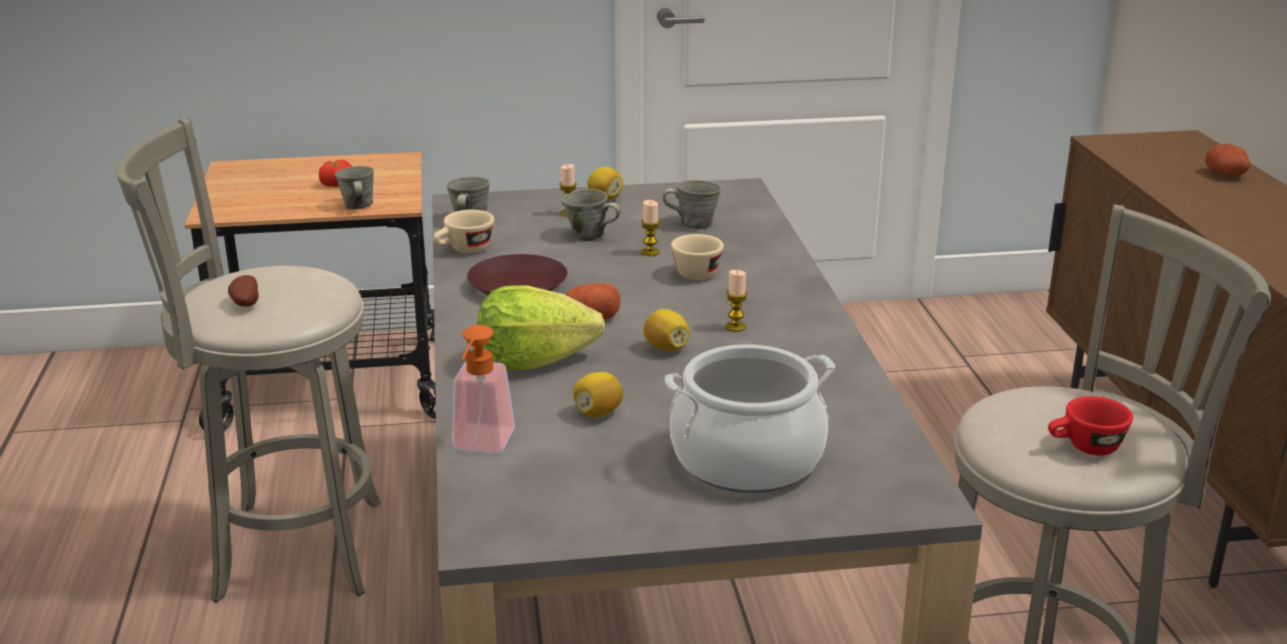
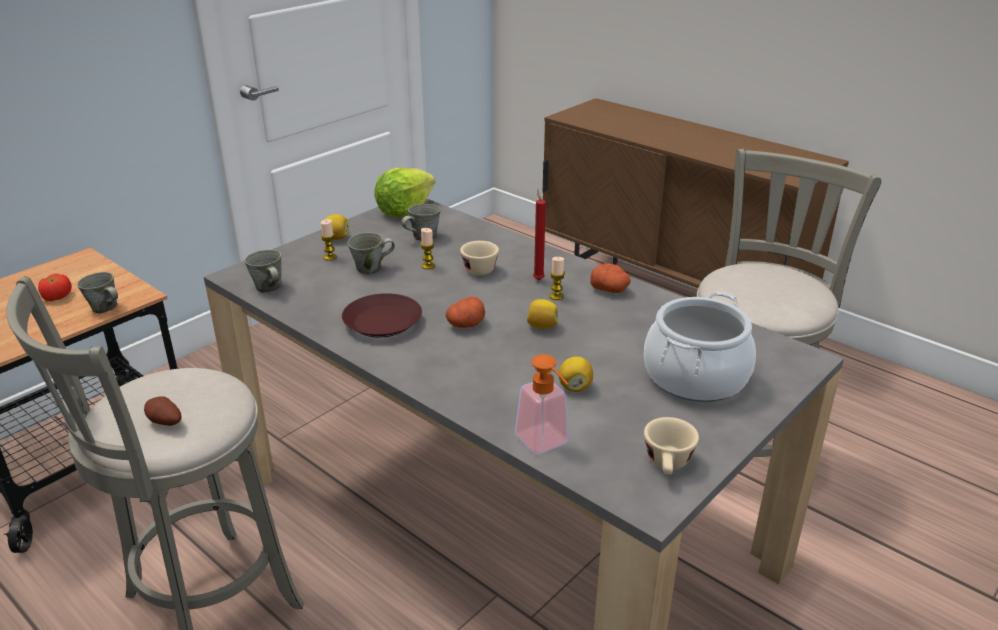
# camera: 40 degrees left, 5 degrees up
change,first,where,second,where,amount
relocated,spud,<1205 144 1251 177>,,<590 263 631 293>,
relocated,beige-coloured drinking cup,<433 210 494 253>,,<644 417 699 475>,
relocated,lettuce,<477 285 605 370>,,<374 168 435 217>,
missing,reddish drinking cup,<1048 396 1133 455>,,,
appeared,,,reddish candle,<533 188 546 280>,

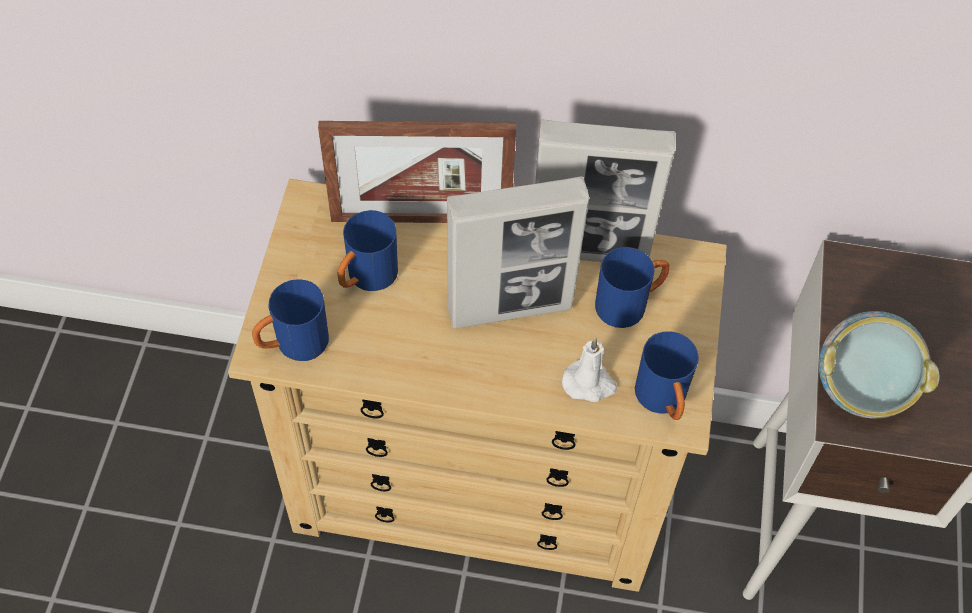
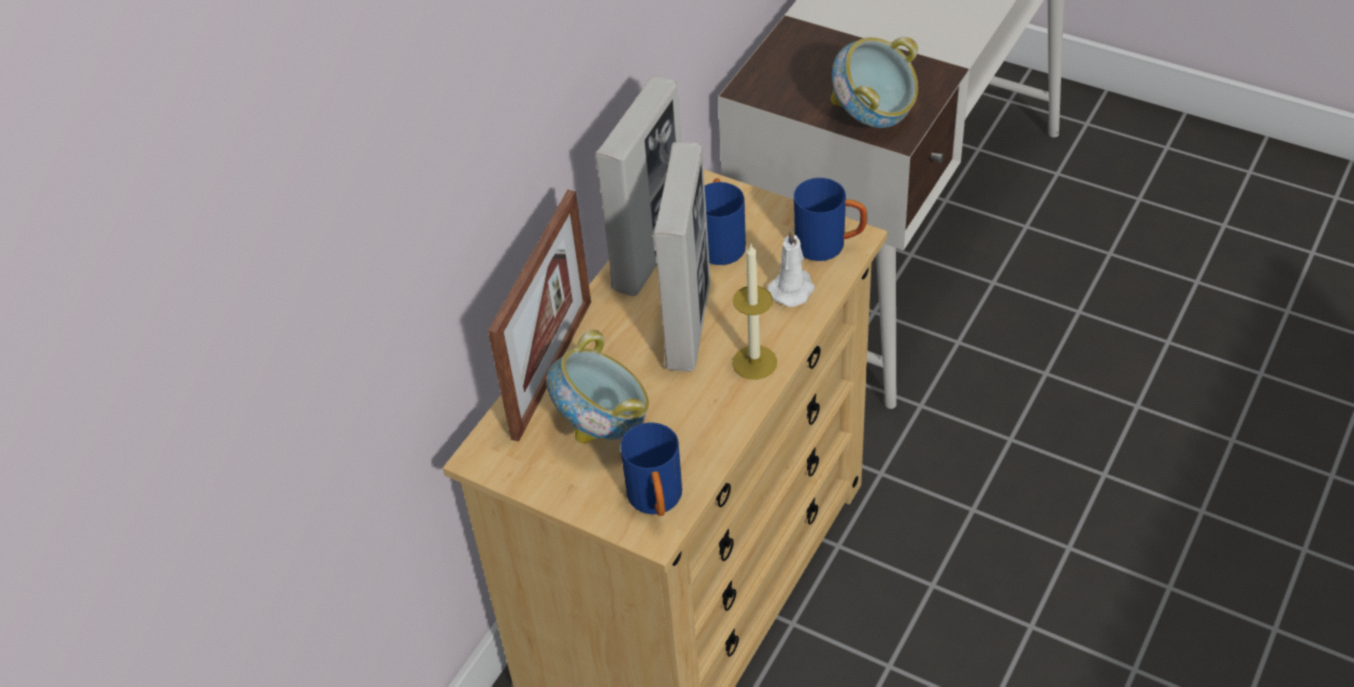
# camera: 65 degrees left, 10 degrees down
change,first,where,second,where,amount
exchanged,bluish tea mug,<338 210 398 291>,bowl,<546 330 649 444>,
appeared,,,candle,<732 244 777 380>,

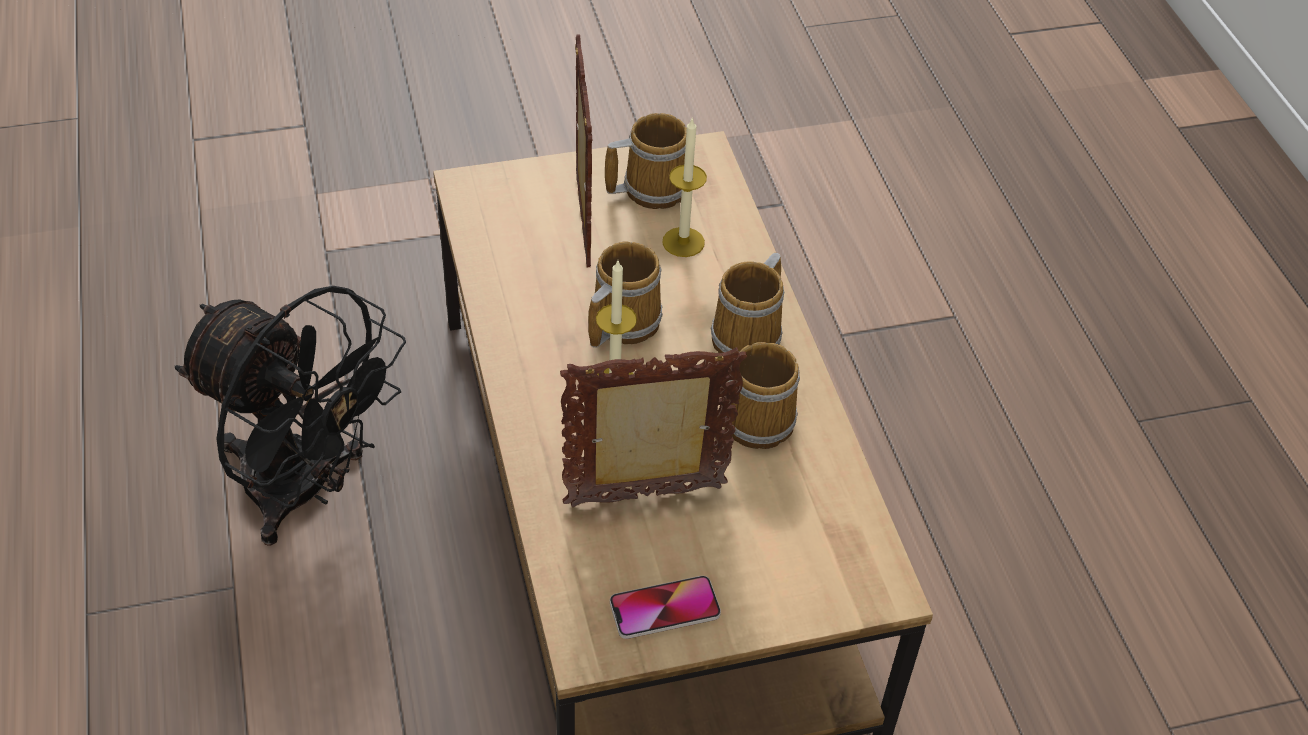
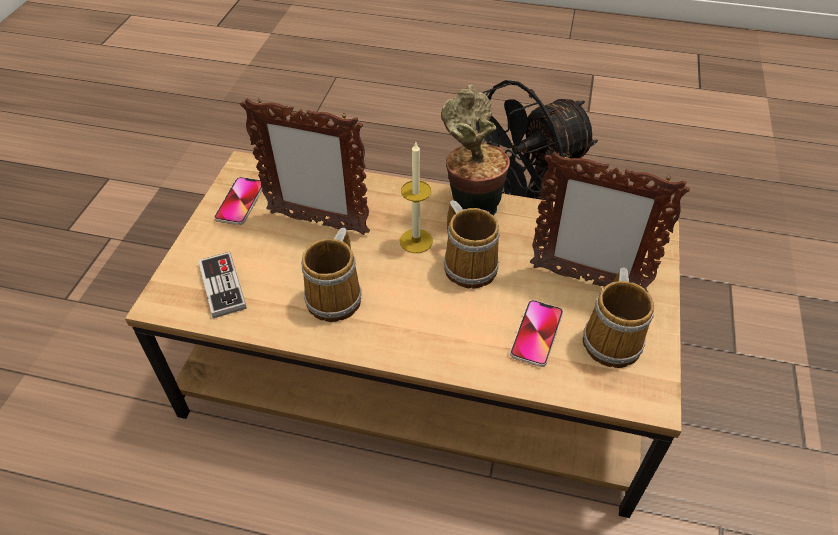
# camera: 120 degrees right, 0 degrees up
change,first,where,second,where,amount
exchanged,candle,<662 119 707 257>,handset,<510 300 563 367>,
missing,tea mug,<710 253 784 353>,,,
spun,standing frame,<560 347 747 507>,,<240 98 370 235>,90 degrees clockwise
appeared,,,houseplant,<441 84 510 216>,
appeared,,,gamepad,<198 252 247 318>,

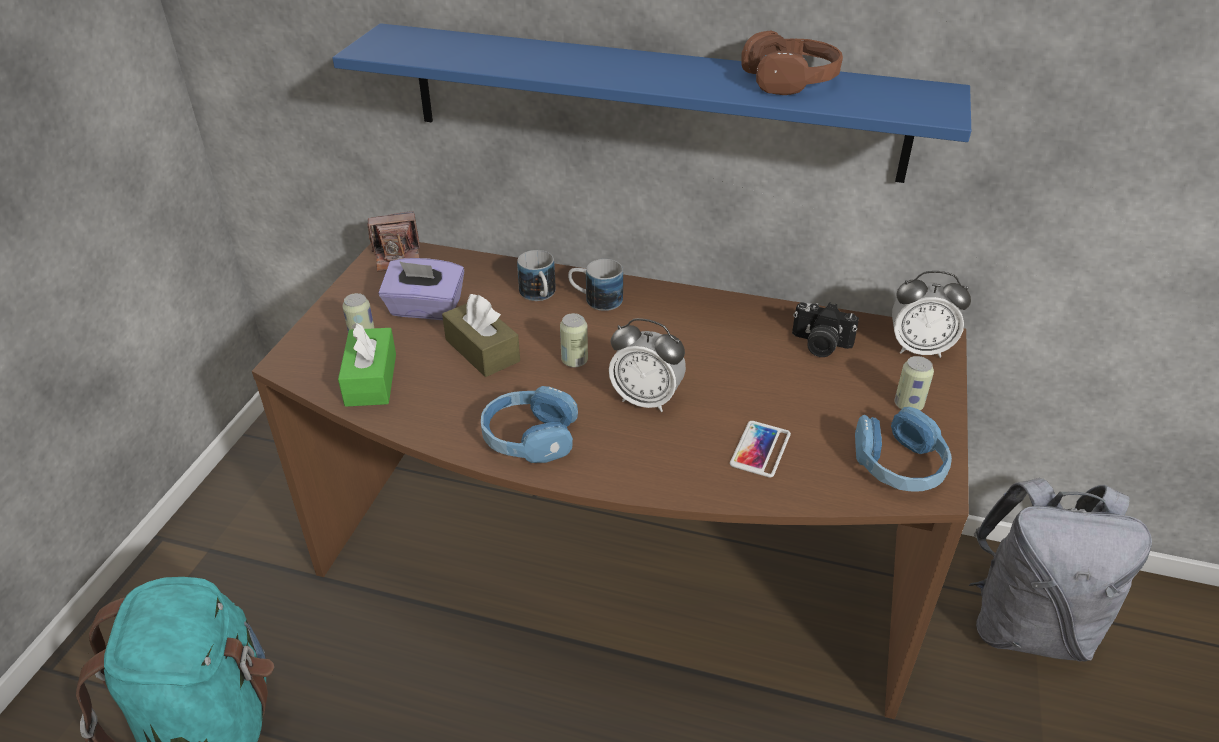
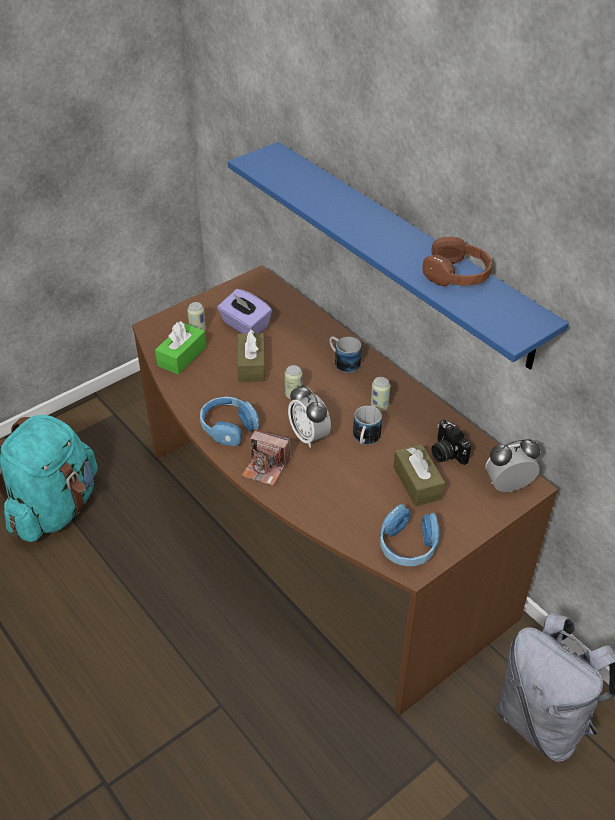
# camera: 35 degrees right, 5 degrees up
change,first,where,second,where,amount
relocated,photo camera,<367 211 420 272>,,<241 431 291 486>,
relocated,tea mug,<517 250 556 301>,,<353 406 382 445>,
spun,bedside clock,<892 271 971 358>,,<486 439 540 492>,120 degrees clockwise
relocated,metal can,<894 356 934 410>,,<371 377 390 411>,
missing,handset,<730 421 791 478>,,,
appeared,,,brown tissue box,<393 444 445 506>,

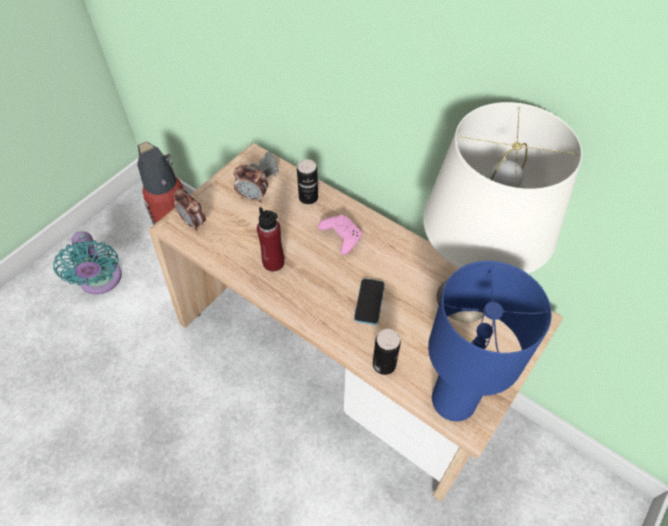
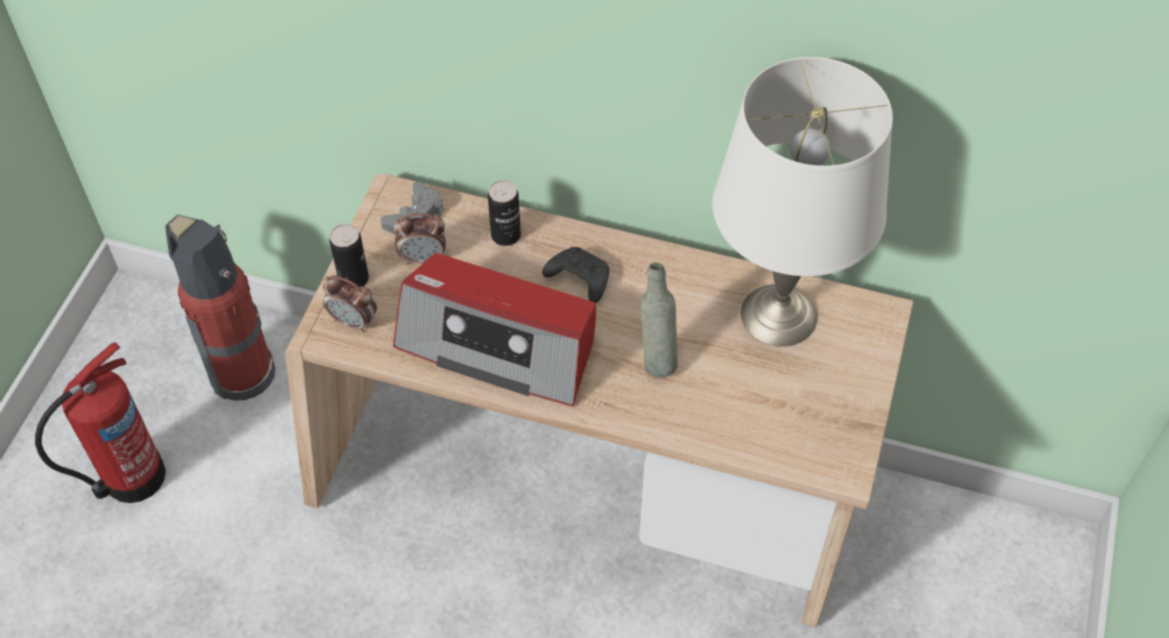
# camera: 20 degrees left, 0 degrees up
change,first,where,second,where,amount
exchanged,reddish drink bottle,<257 207 284 271>,radio set,<393 253 596 406>,
colour,pinkish gamepad,<318 215 362 255>,black-coloured gamepad,<542 247 609 303>,
exchanged,blue-green cooling fan,<53 231 122 295>,fire-fighting cylinder,<35 342 166 503>,
missing,bluish table lamp,<428 261 552 421>,,,
exchanged,handset,<354 278 385 325>,greyish drink bottle,<640 262 678 377>,
relocated,metal can,<373 329 401 375>,,<329 224 369 286>,

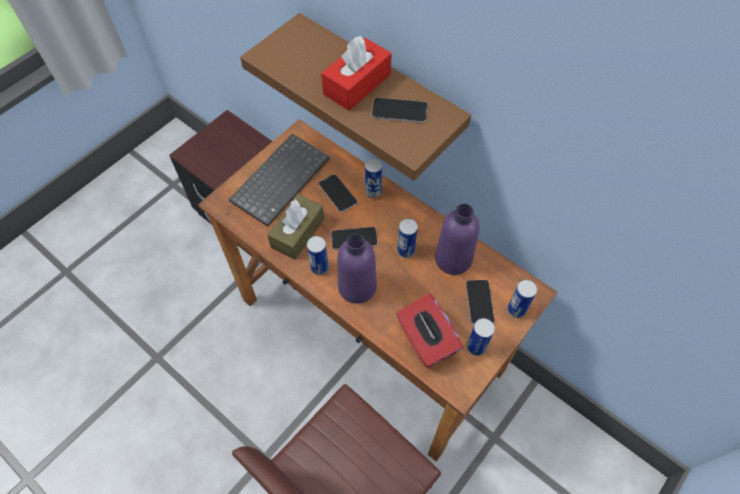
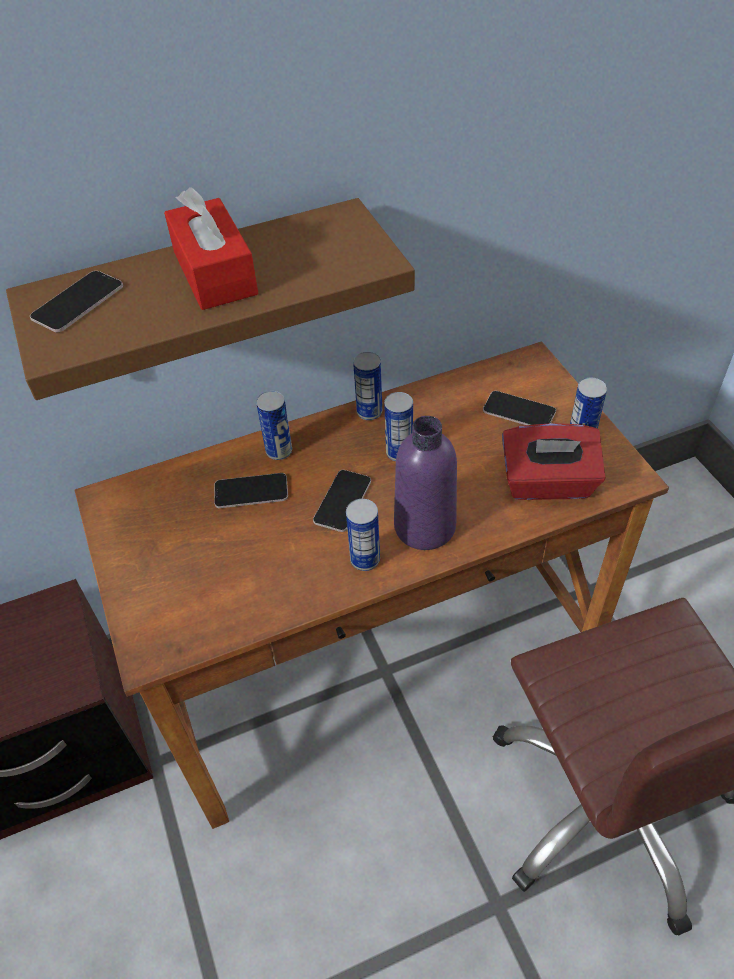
# camera: 60 degrees left, 10 degrees down
change,first,where,second,where,amount
relocated,handset,<371 97 428 123>,,<30 271 123 332>,
missing,computer keyboard,<229 133 329 227>,,,
missing,brown tissue box,<267 194 324 260>,,,
missing,purplish drink bottle,<435 204 480 275>,,,
relocated,metal can,<508 280 537 318>,,<353 352 382 420>,

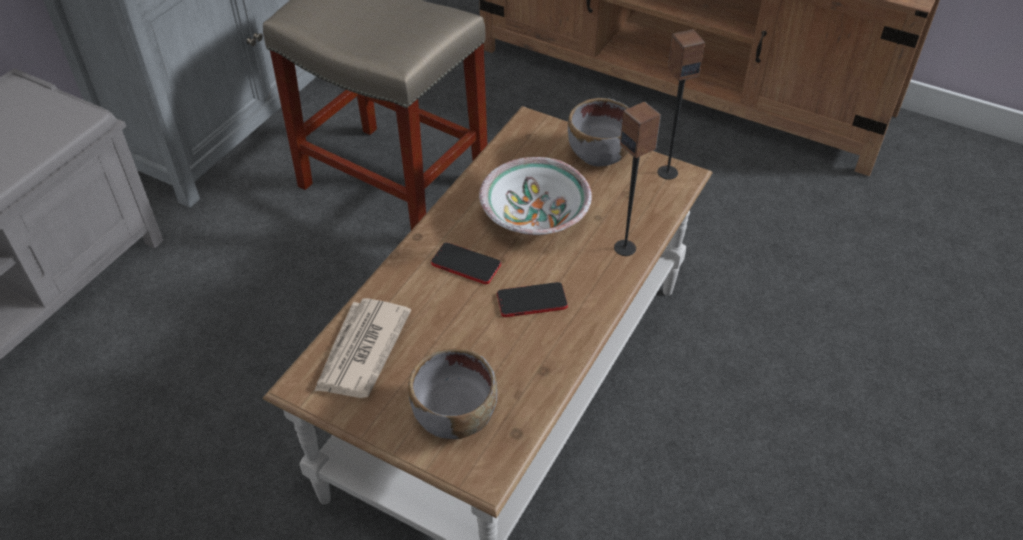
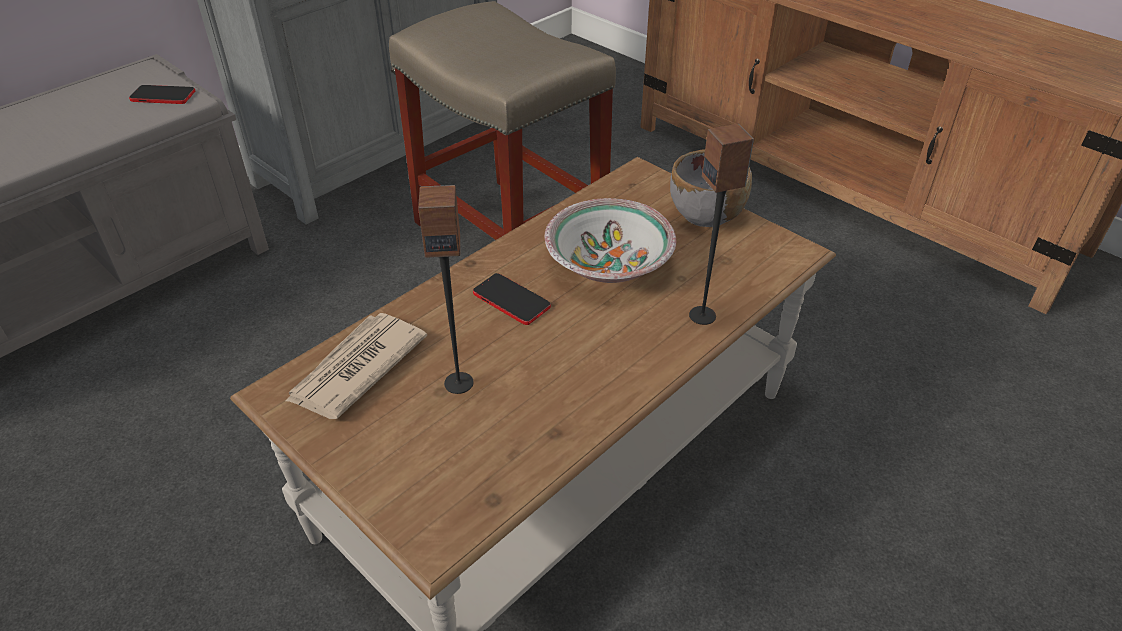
# camera: 15 degrees right, 5 degrees down
change,first,where,second,where,amount
relocated,loudspeaker,<658 29 705 180>,,<418 185 473 394>,
relocated,handset,<497 282 568 317>,,<129 85 195 104>,
missing,greyish bowl,<408 348 497 439>,,,

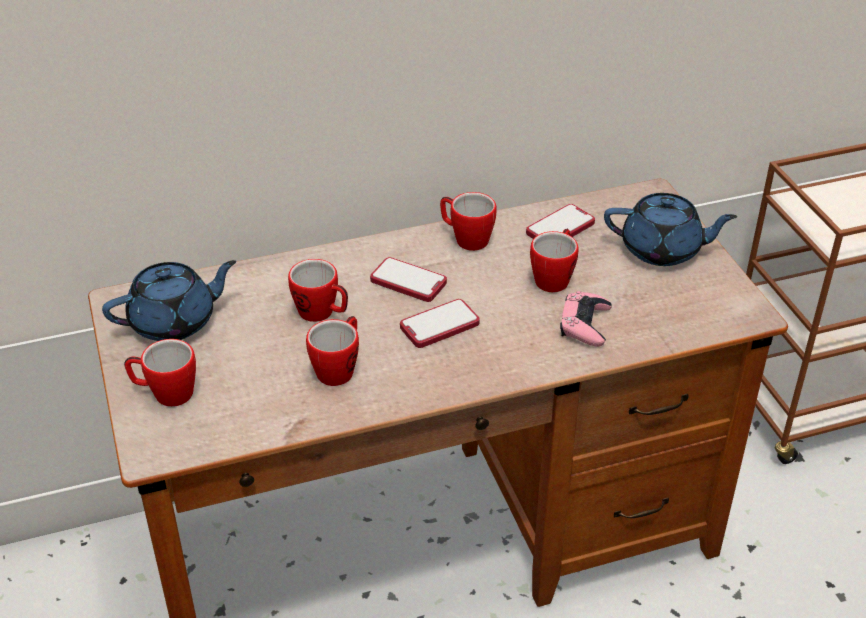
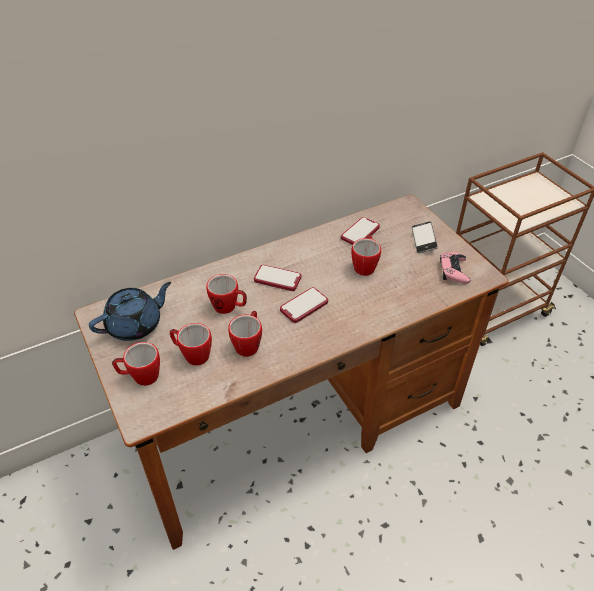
# camera: 10 degrees left, 5 degrees up
change,first,where,second,where,amount
relocated,tea mug,<440 192 497 251>,,<170 323 212 366>,
exchanged,bluish pot for tea,<604 193 737 266>,handset,<412 221 438 253>,
relocated,pinkish gamepad,<560 291 611 346>,,<440 252 471 284>,

